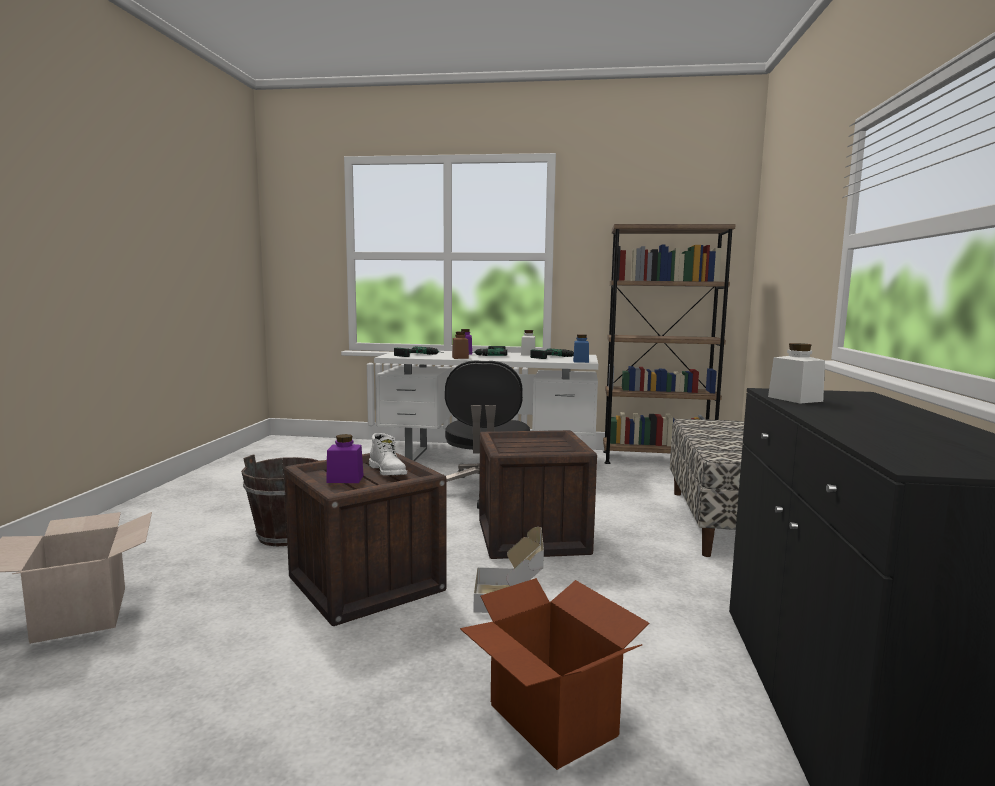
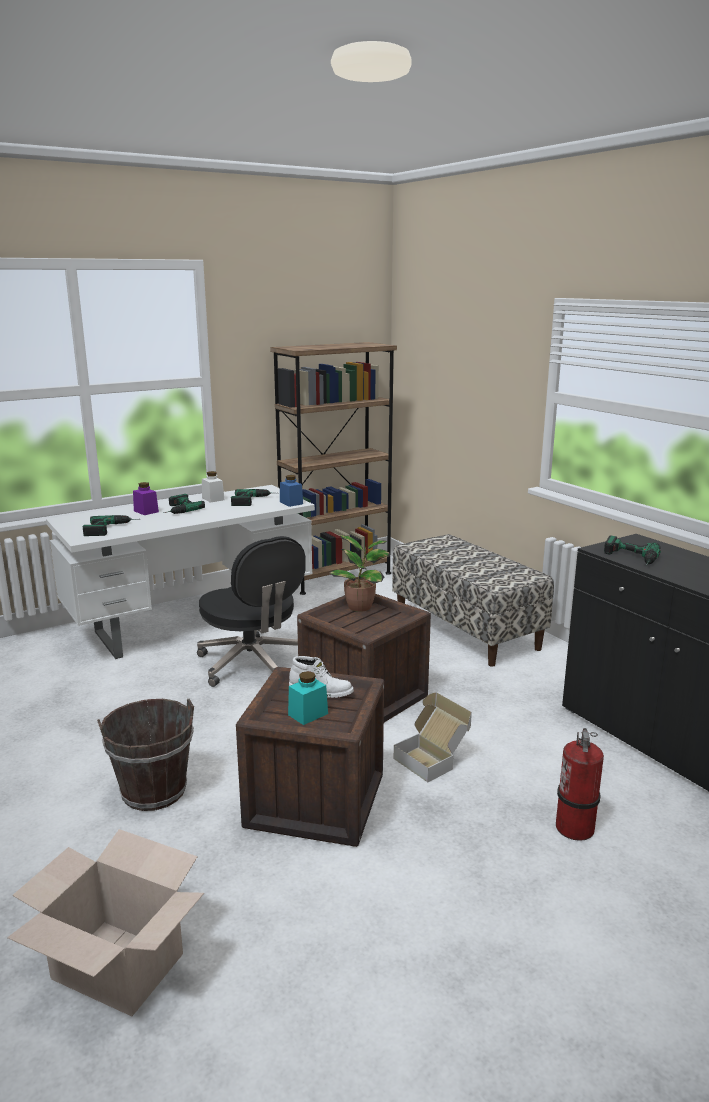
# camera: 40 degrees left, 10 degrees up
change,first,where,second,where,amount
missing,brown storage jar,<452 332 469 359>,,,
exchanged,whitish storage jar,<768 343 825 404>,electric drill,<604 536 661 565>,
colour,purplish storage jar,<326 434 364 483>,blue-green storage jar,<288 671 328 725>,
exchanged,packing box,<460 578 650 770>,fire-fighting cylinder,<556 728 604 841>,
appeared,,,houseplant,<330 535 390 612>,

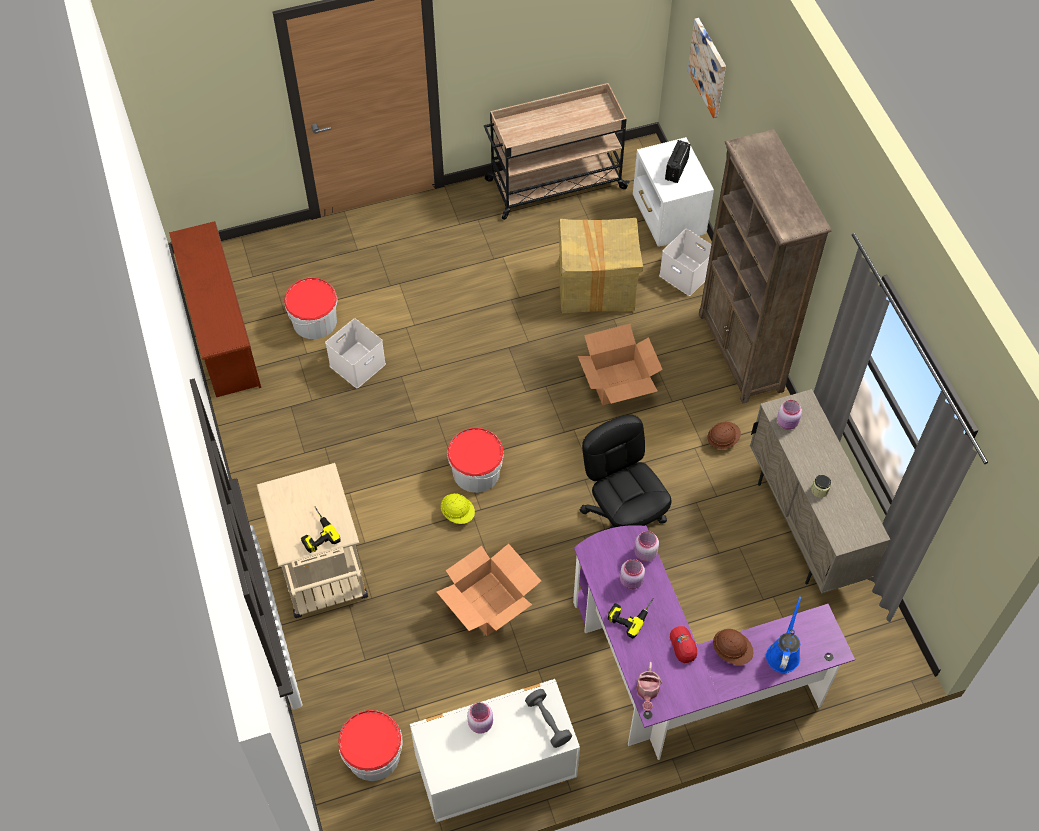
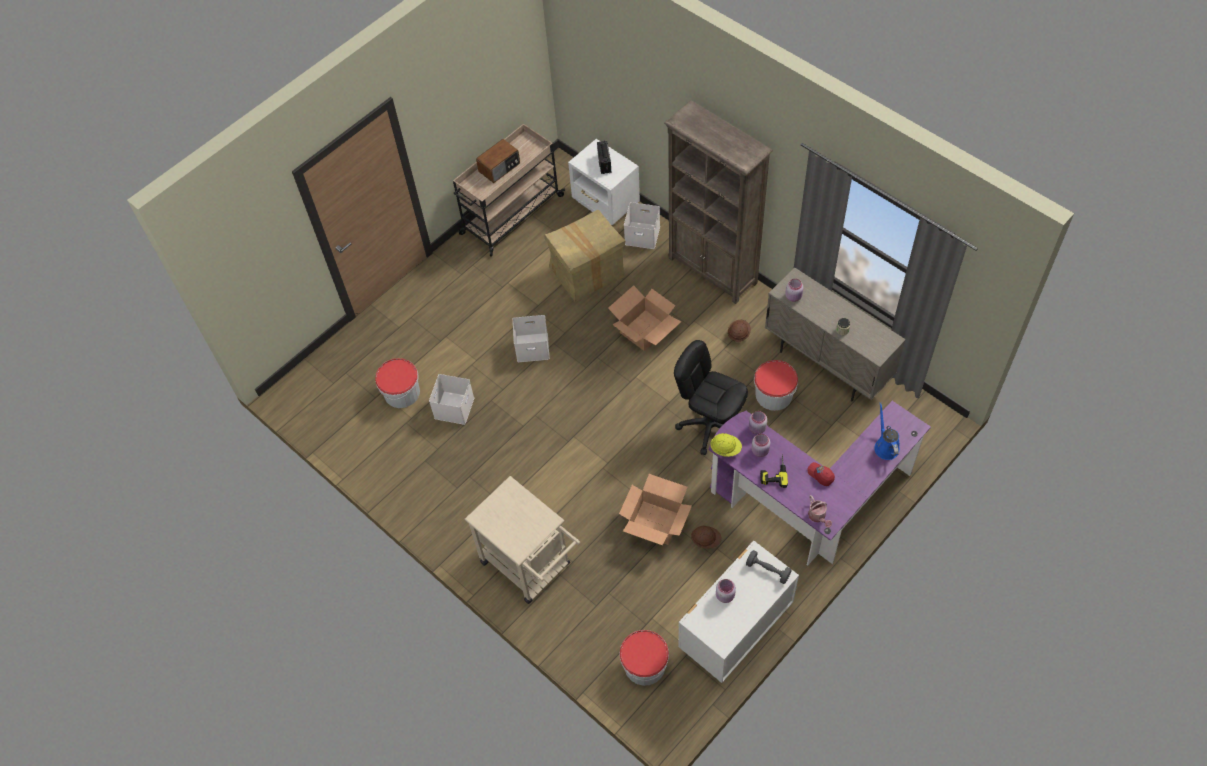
# camera: 25 degrees left, 0 degrees up
change,first,where,second,where,amount
missing,wall picture,<688 18 726 118>,,,
missing,brown shoe stand,<169 221 261 397>,,,
relocated,bucket,<447 428 504 493>,,<754 360 798 411>,
relocated,yellowish safety helmet,<441 493 475 524>,,<710 433 742 457>,
missing,electric drill,<301 507 341 553>,,,
relocated,brown safety helmet,<713 629 754 665>,,<691 526 722 549>,
appeared,,,radio set,<476 139 520 183>,
appeared,,,whitish storage box,<513 315 549 362>,

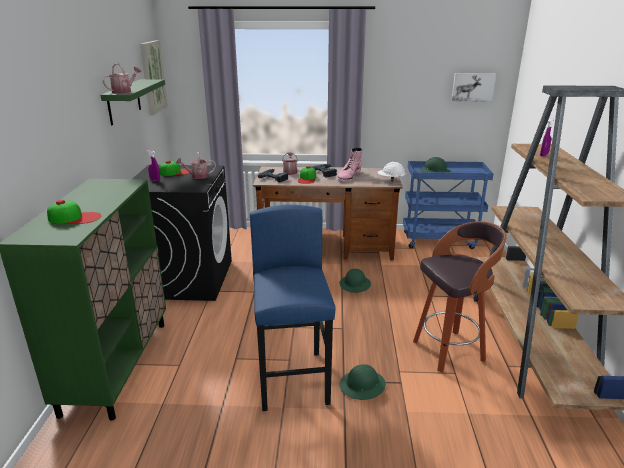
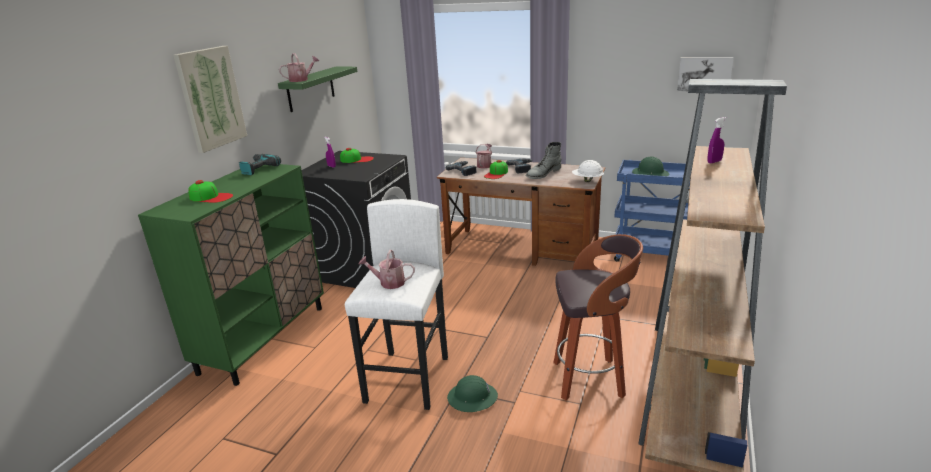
# camera: 20 degrees right, 0 degrees up
change,first,where,second,where,amount
relocated,wall picture,<140 40 168 115>,,<173 46 247 153>,
colour,pinkish tall boot,<337 148 362 181>,greyish tall boot,<526 142 562 179>,
relocated,watering pot,<175 152 216 179>,,<358 250 415 289>,
colour,bluish stool seat,<250 205 335 411>,whitish stool seat,<345 199 448 410>,
missing,green-coloured safety helmet,<339 269 371 293>,,,
appeared,,,electric drill,<239 154 281 175>,

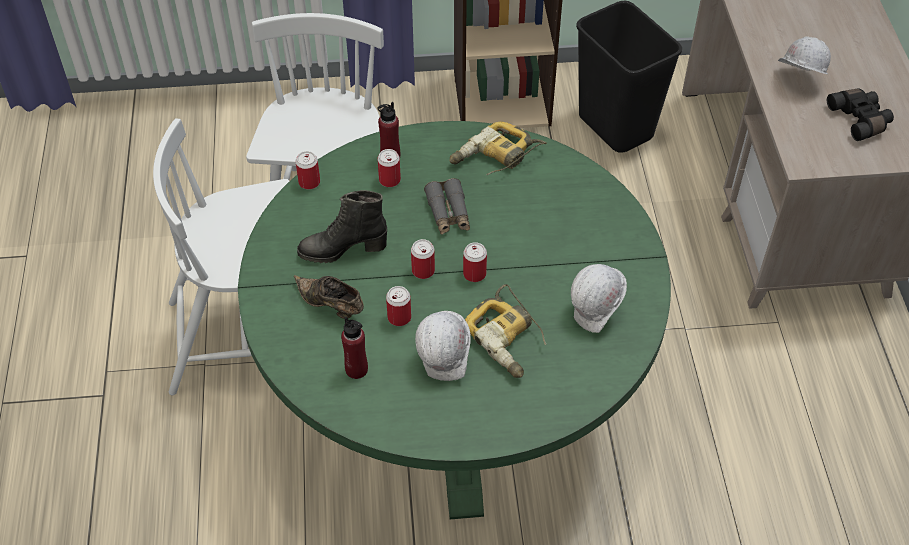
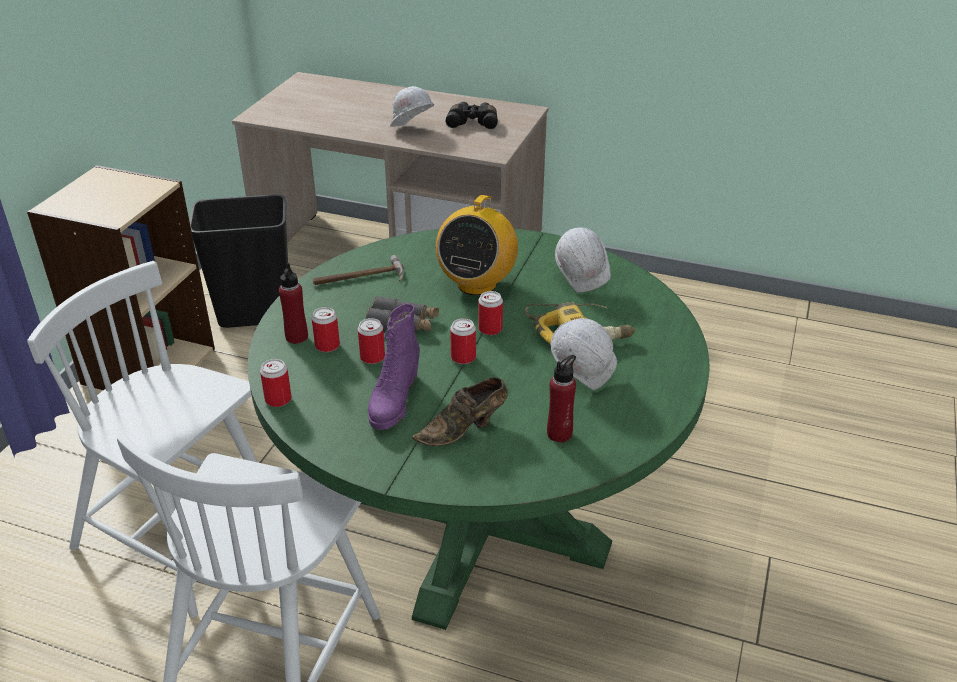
# camera: 65 degrees left, 15 degrees down
change,first,where,second,where,amount
exchanged,electric drill,<449 121 547 175>,hammer,<313 255 404 285>,
colour,black-coloured tall boot,<297 190 387 263>,purplish tall boot,<368 303 420 430>,
relocated,metal can,<386 286 411 326>,,<358 318 385 364>,
appeared,,,radio set,<436 195 518 296>,

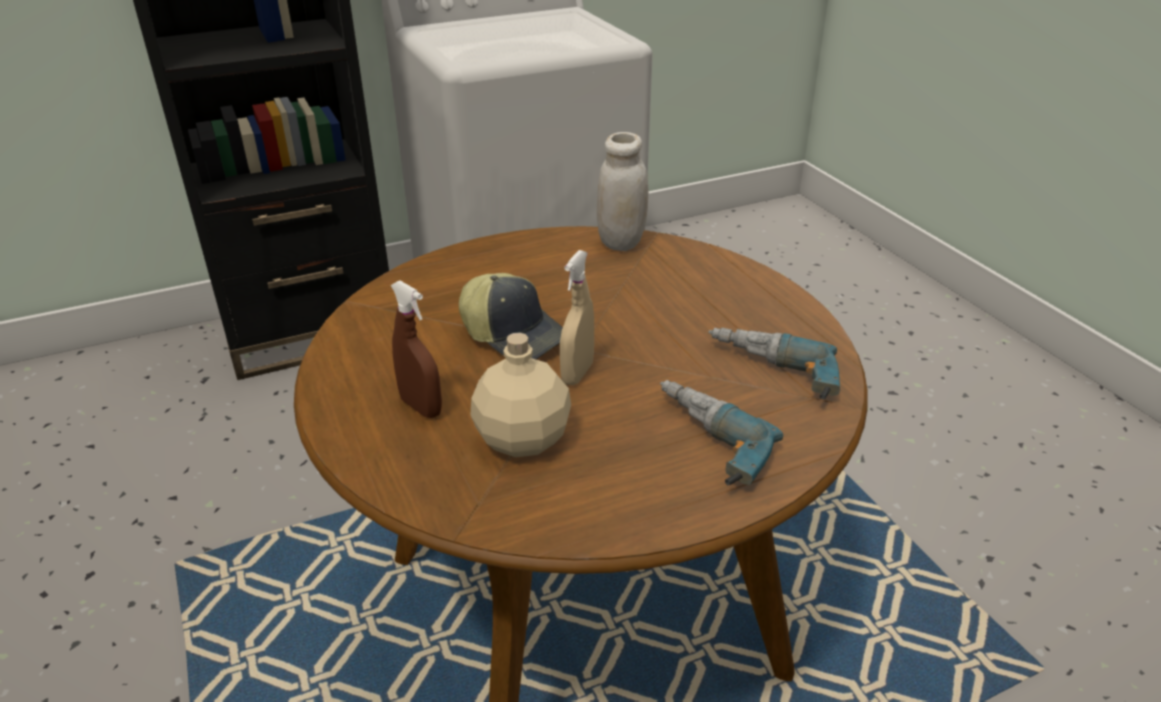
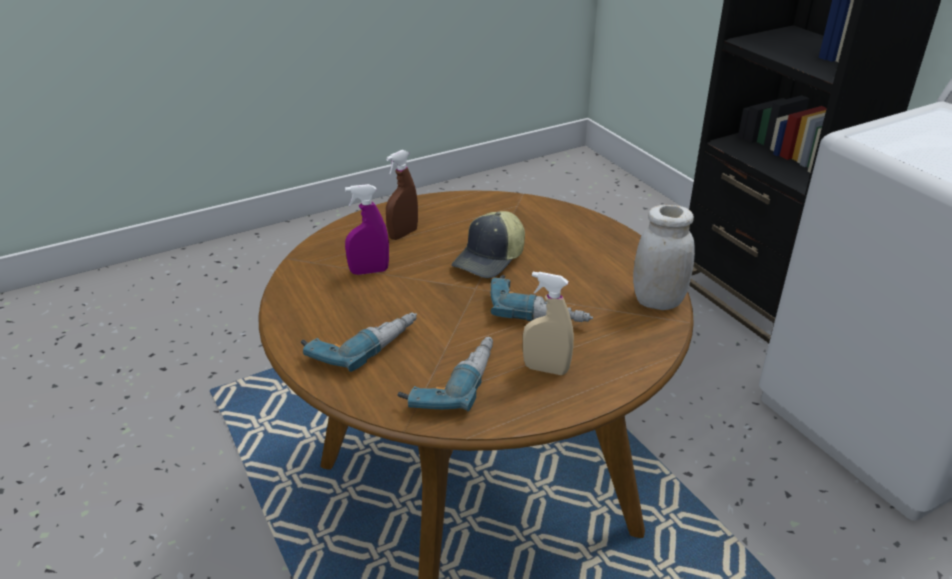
# camera: 85 degrees right, 0 degrees up
change,first,where,second,where,amount
relocated,beige-coloured spray bottle,<560 250 594 385>,,<523 272 574 375>,
exchanged,beige-coloured drink bottle,<470 332 571 457>,purplish spray bottle,<345 184 389 275>,
appeared,,,electric drill,<491 275 593 322>,

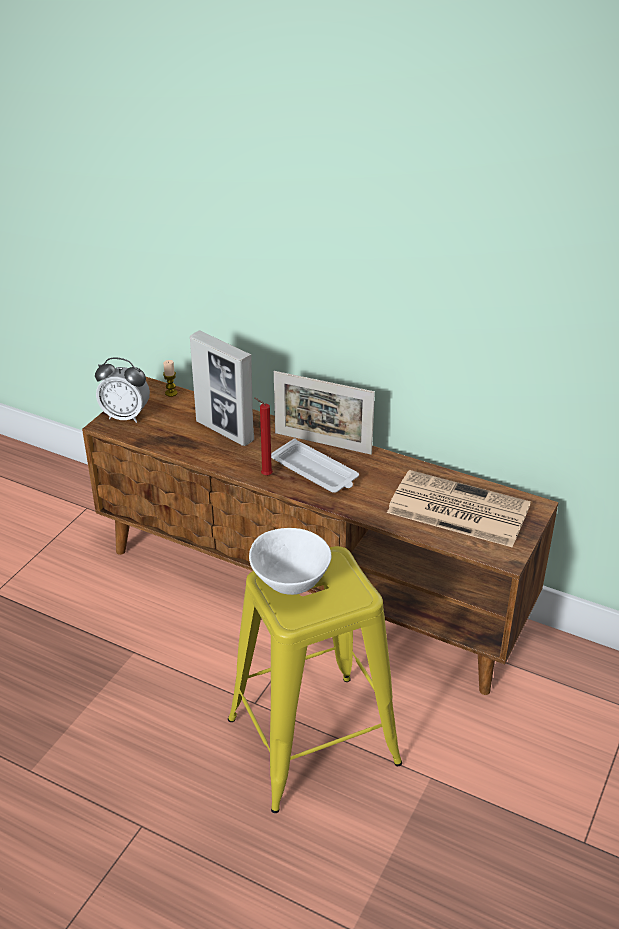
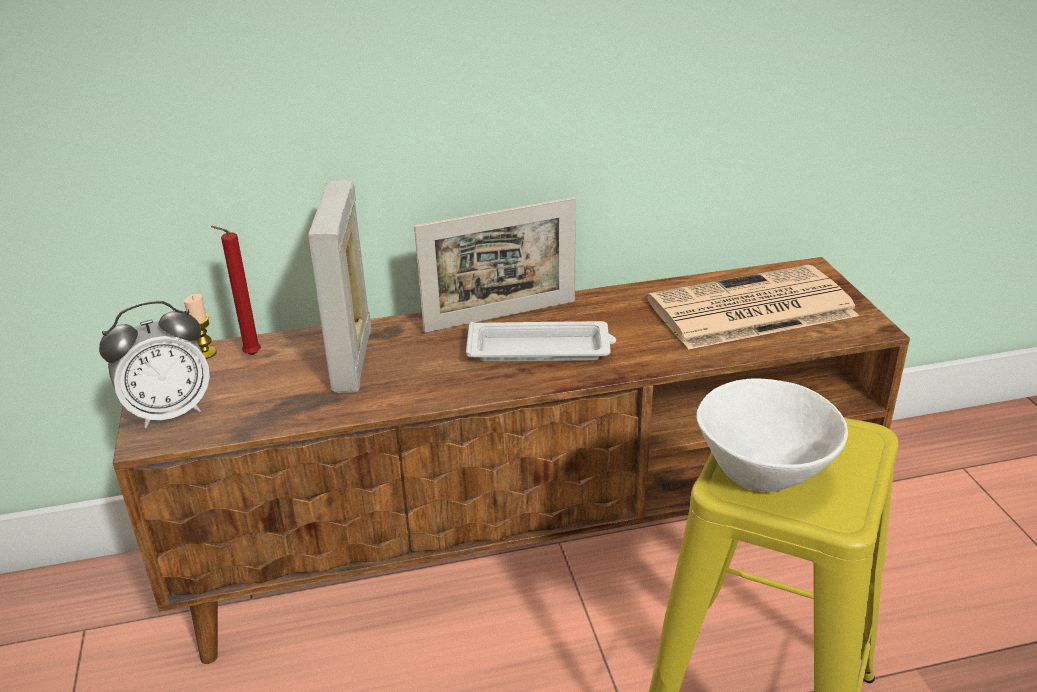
# camera: 40 degrees left, 5 degrees down
change,first,where,second,where,amount
spun,standing frame,<190 330 254 446>,,<308 180 372 393>,90 degrees clockwise
relocated,reddish candle,<254 398 273 476>,,<211 226 261 355>,

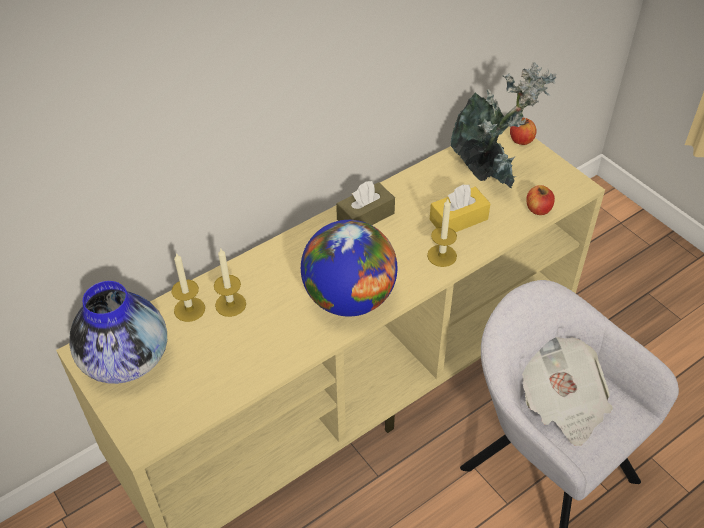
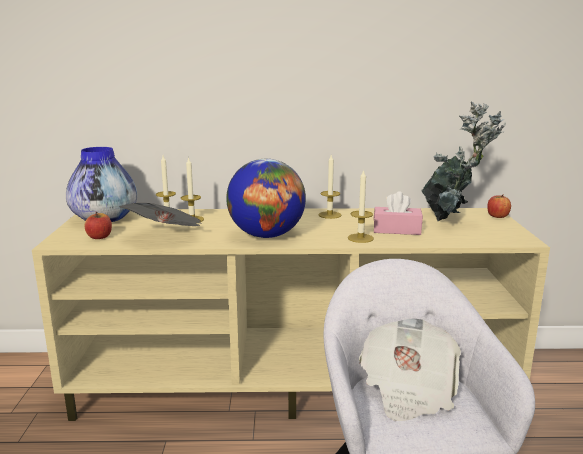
# camera: 35 degrees right, 30 degrees down
change,first,where,second,where,amount
exchanged,brown tissue box,<336 181 395 225>,candle,<319 155 341 219>,
colour,yellowish tissue box,<430 184 491 232>,pinkish tissue box,<374 191 423 235>,
relocated,apple fruit,<526 185 555 215>,,<85 212 112 239>,
appeared,,,daily paper,<119 203 203 226>,

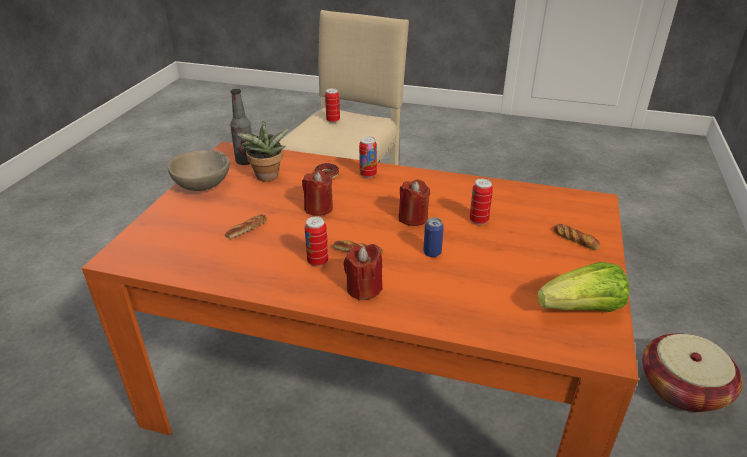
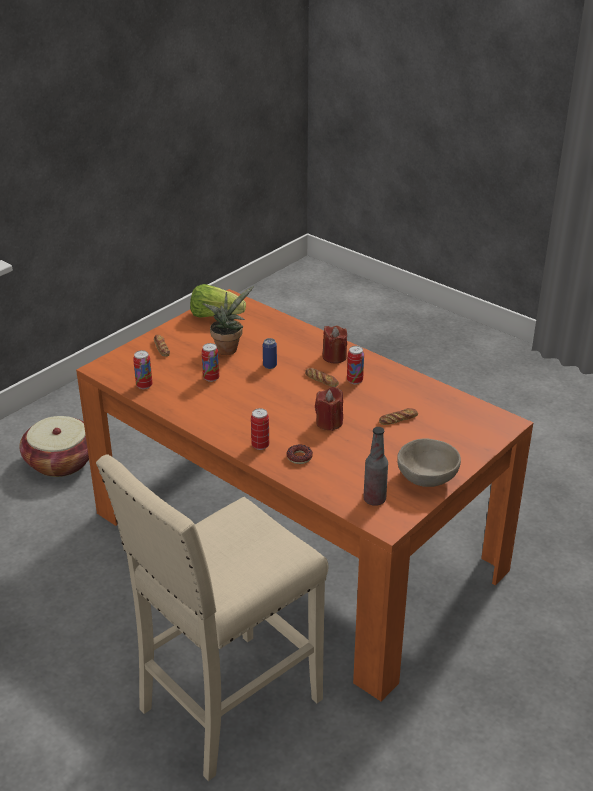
# camera: 155 degrees left, 0 degrees up
change,first,where,second,where,amount
relocated,metal can,<325 88 340 123>,,<133 350 152 389>,
relocated,houseplant,<236 122 290 182>,,<202 286 254 355>,
missing,reddish candle,<398 179 430 226>,,,

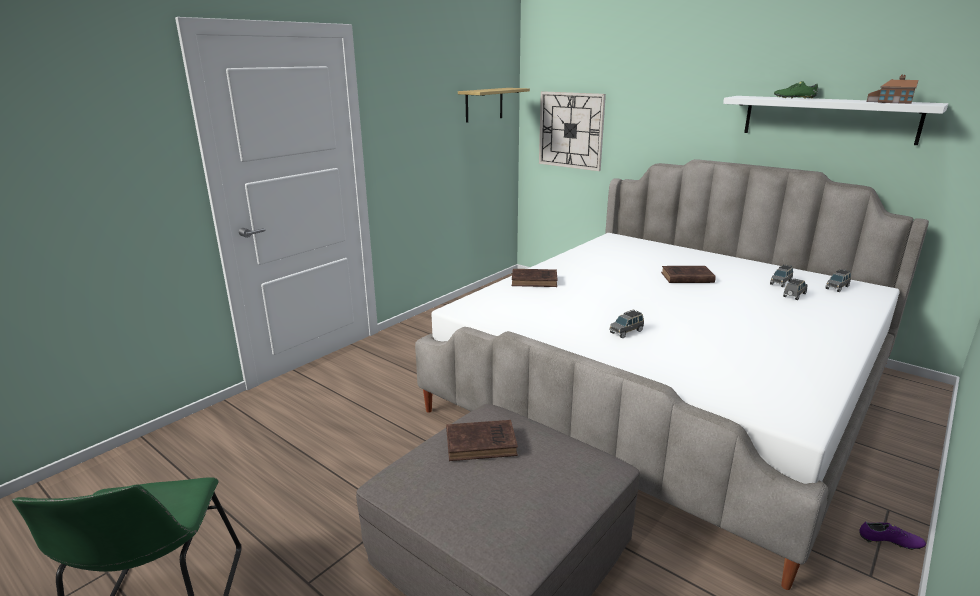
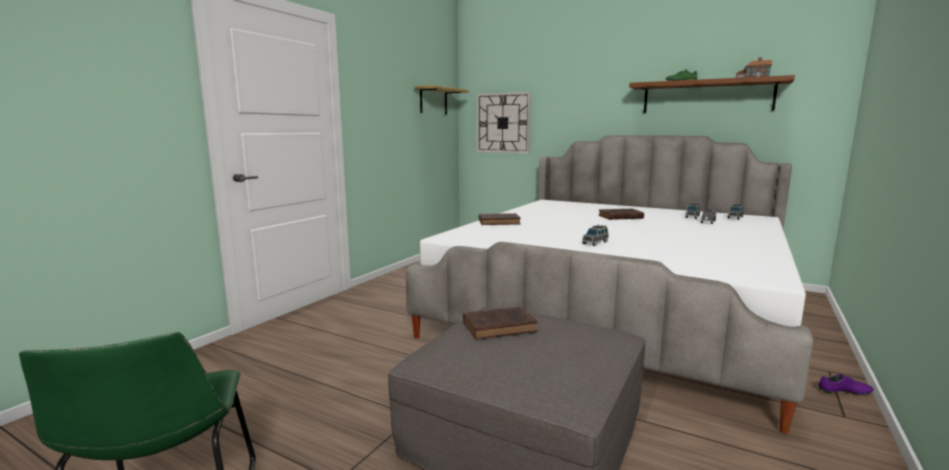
# camera: 10 degrees left, 10 degrees down
change,first,where,second,where,amount
colour,whitish shelf,<723 96 948 145>,brown shelf,<629 75 795 113>,

